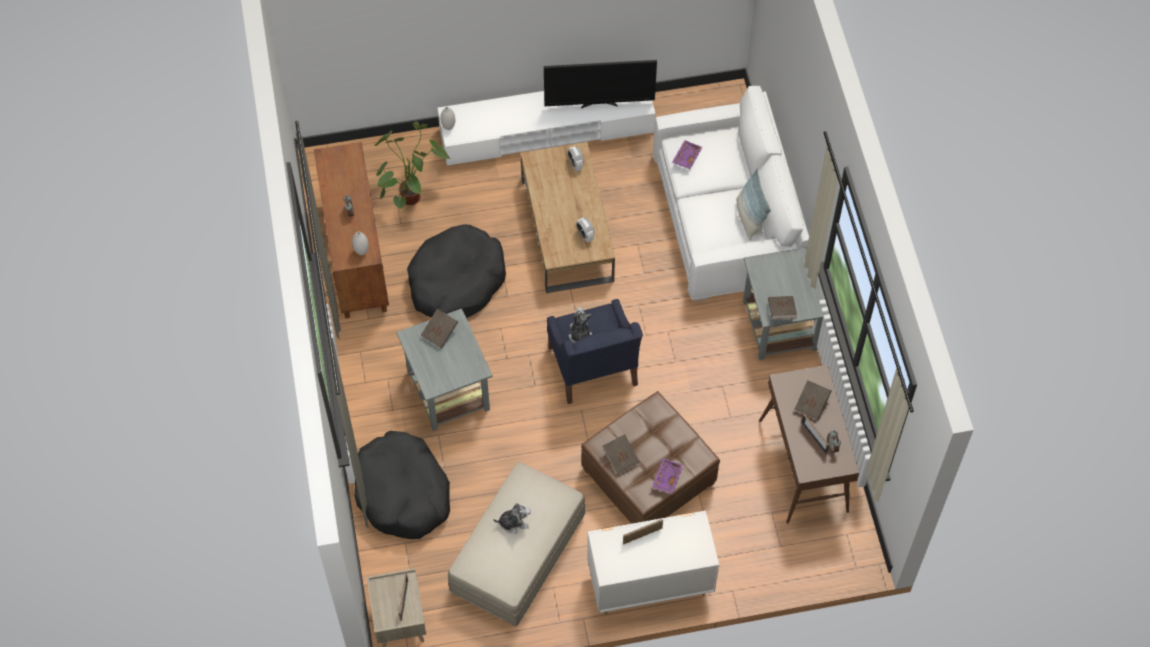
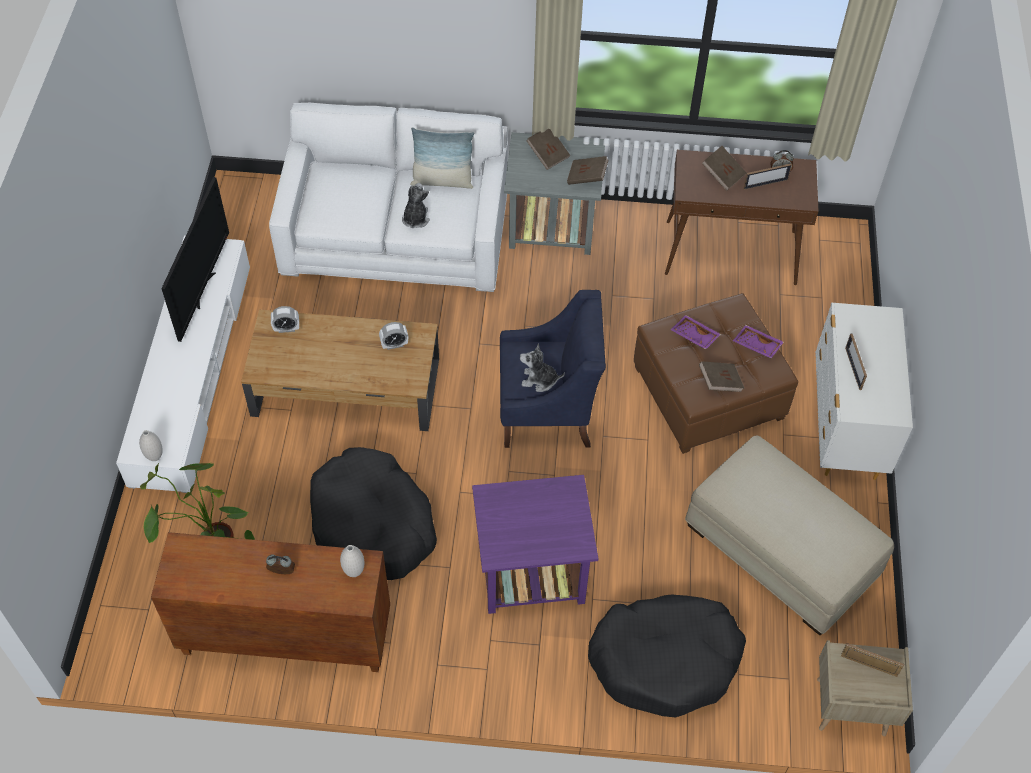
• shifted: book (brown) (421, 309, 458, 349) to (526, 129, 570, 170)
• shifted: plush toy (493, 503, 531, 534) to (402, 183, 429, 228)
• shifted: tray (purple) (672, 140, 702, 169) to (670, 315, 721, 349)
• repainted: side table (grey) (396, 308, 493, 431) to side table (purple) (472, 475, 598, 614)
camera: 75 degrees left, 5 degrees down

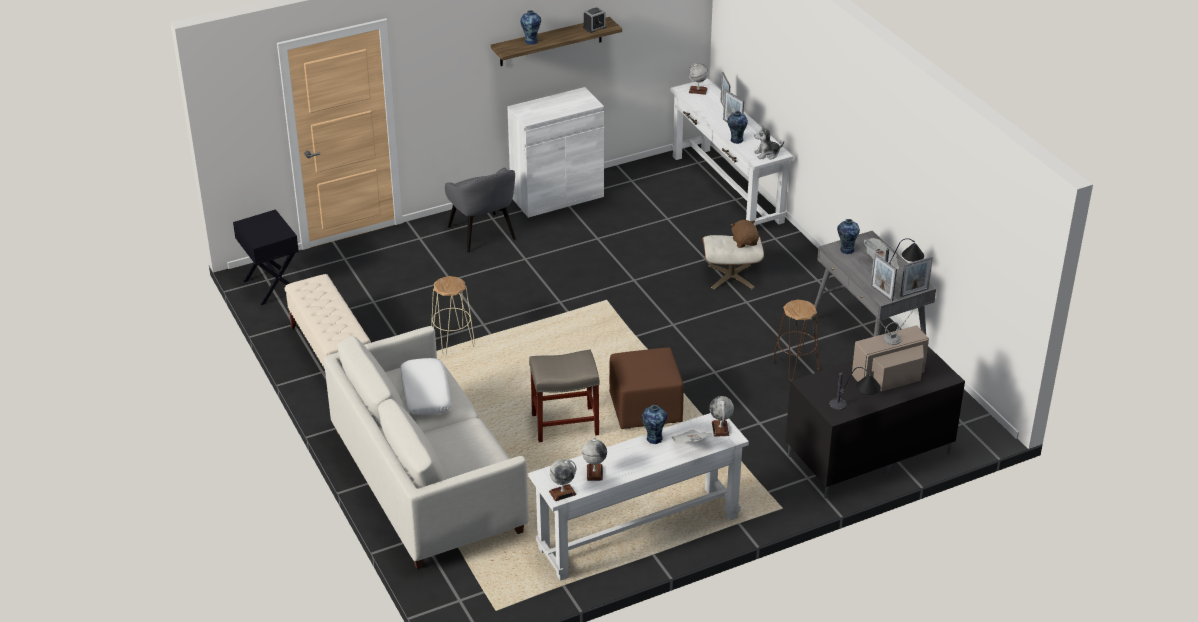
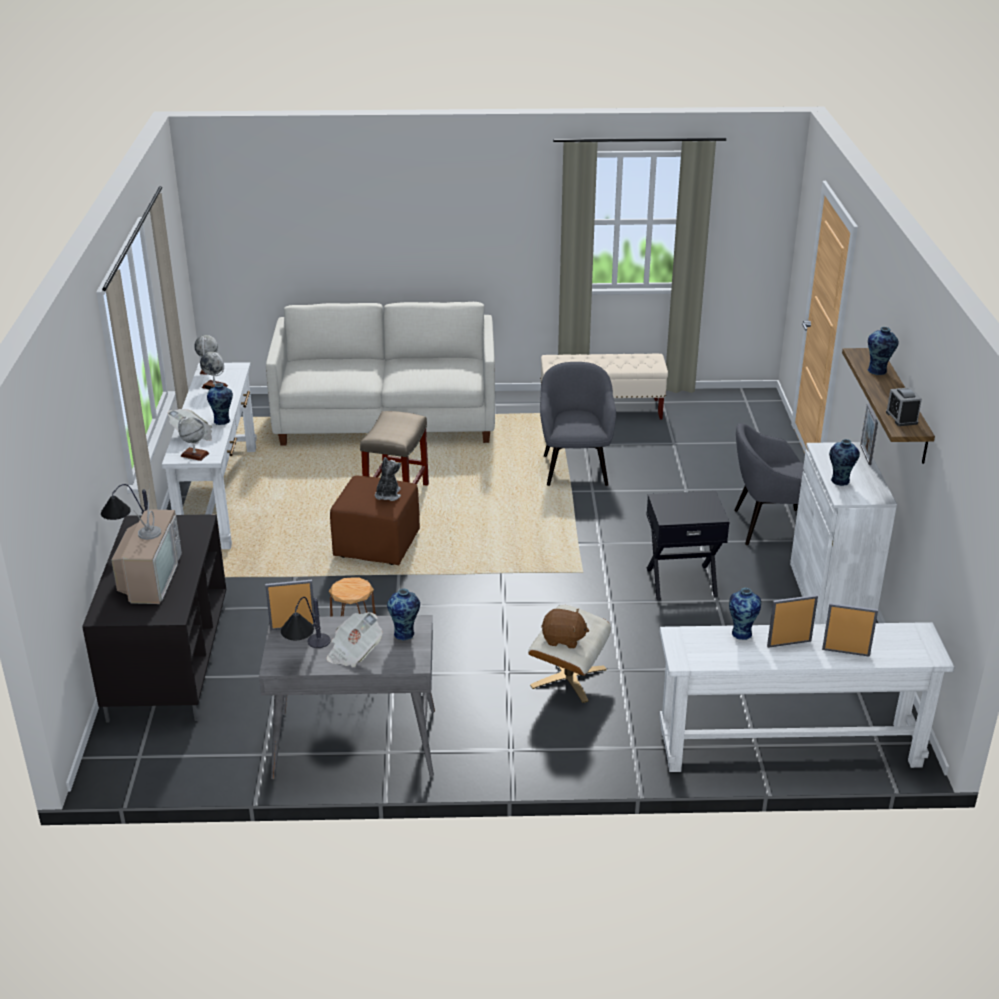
• gone: pillow (white) (400, 358, 451, 415)
• gone: globe (688, 63, 708, 95)
• new: vase (829, 439, 860, 486)
• shifted: side table (black) (233, 209, 299, 306) to (646, 491, 730, 601)
• shifted: plush toy (754, 125, 784, 159) to (375, 457, 401, 501)
• shifted: picture frame (900, 257, 933, 297) to (860, 404, 878, 465)
• swapped: stool (beige) (431, 276, 475, 356) to armchair (grey) (540, 362, 616, 486)
camera: 115 degrees right, 5 degrees down

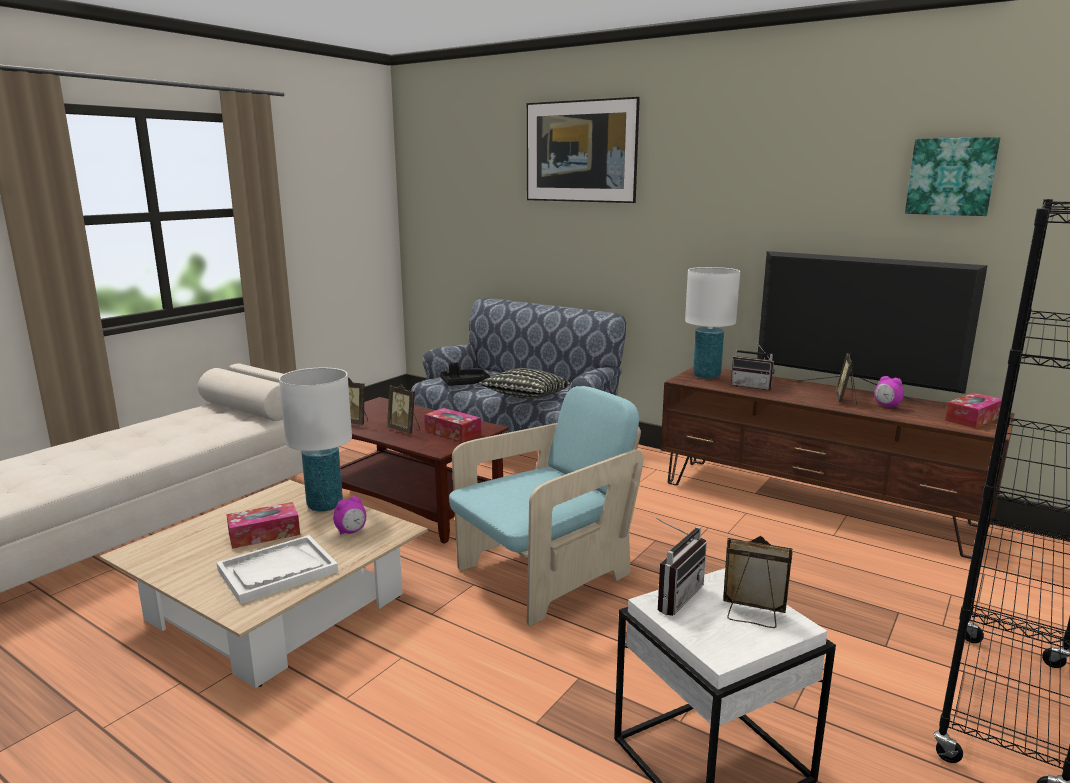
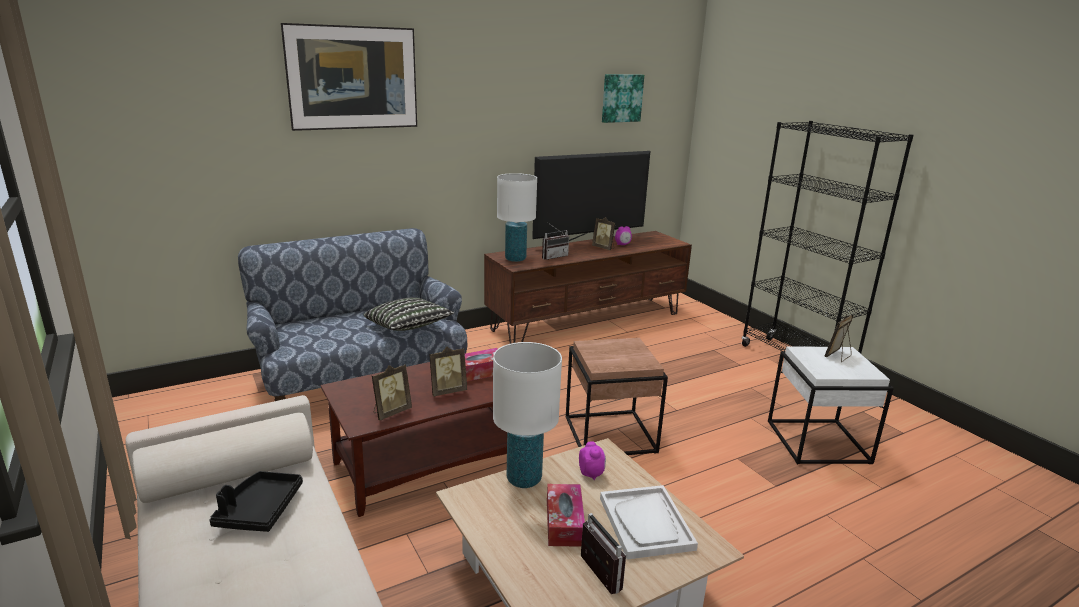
• gone: tissue box (945, 393, 1002, 428)
• shifted: tray (black) (440, 363, 490, 386) to (209, 471, 303, 532)
• shifted: radio (656, 518, 707, 616) to (581, 513, 626, 594)
• swapped: armchair (turquoise) (449, 386, 644, 626) to side table (brown) (566, 338, 668, 455)
camera: 65 degrees left, 5 degrees up

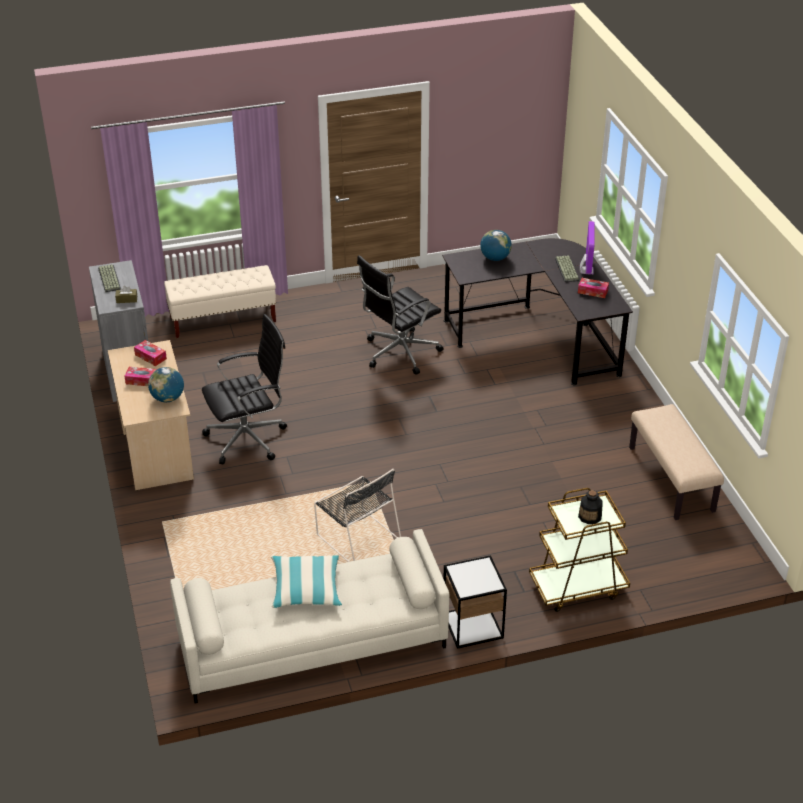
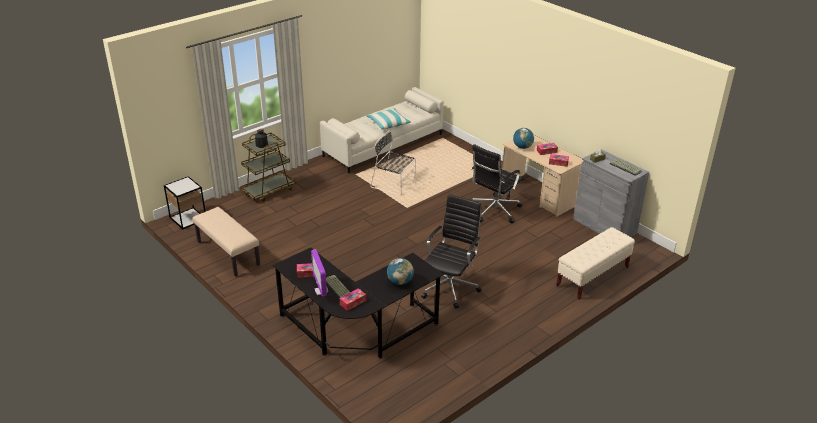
• new: tissue box (340, 288, 367, 311)
• shifted: side table (443, 555, 507, 649) to (164, 176, 206, 230)
camera: 155 degrees right, 5 degrees down

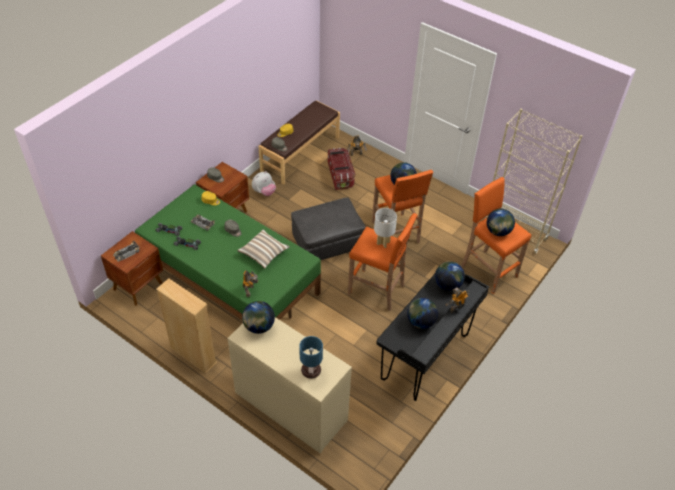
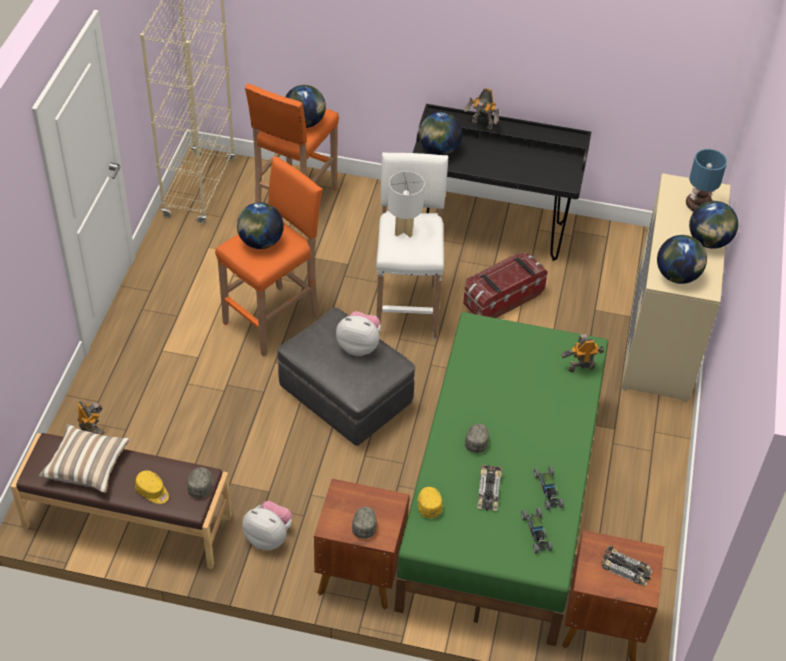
• gone: bookcase (beige) (156, 278, 217, 374)
• new: plush toy (336, 311, 381, 356)
• shifted: pillow (237, 229, 290, 269) to (39, 424, 130, 493)
• shifted: storage box (328, 148, 355, 190) to (463, 253, 548, 318)
• shifted: globe (407, 298, 438, 329) to (689, 201, 738, 249)
• repainted: stool (orange) (348, 213, 418, 310) to stool (white) (376, 152, 448, 339)
camera: 115 degrees left, 0 degrees up

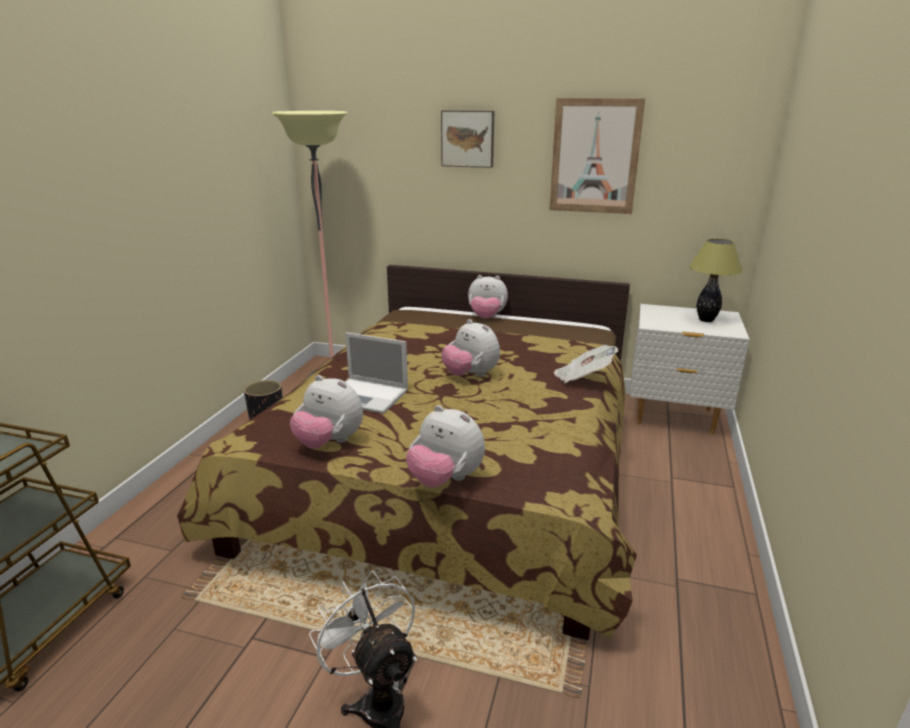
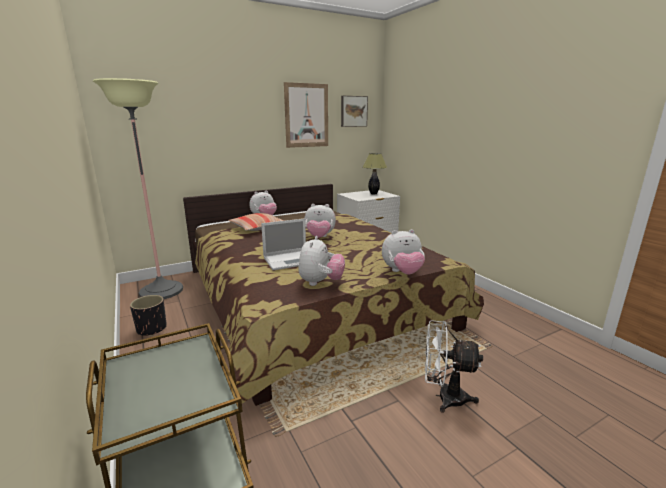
• gone: newspaper (554, 345, 618, 383)
• new: pillow (228, 213, 284, 231)
• shifted: picture (441, 110, 494, 168) to (341, 96, 368, 127)
• rotated: plush toy (290, 375, 363, 449) = (298, 236, 345, 286) 60 degrees counterclockwise
camera: 45 degrees left, 5 degrees down

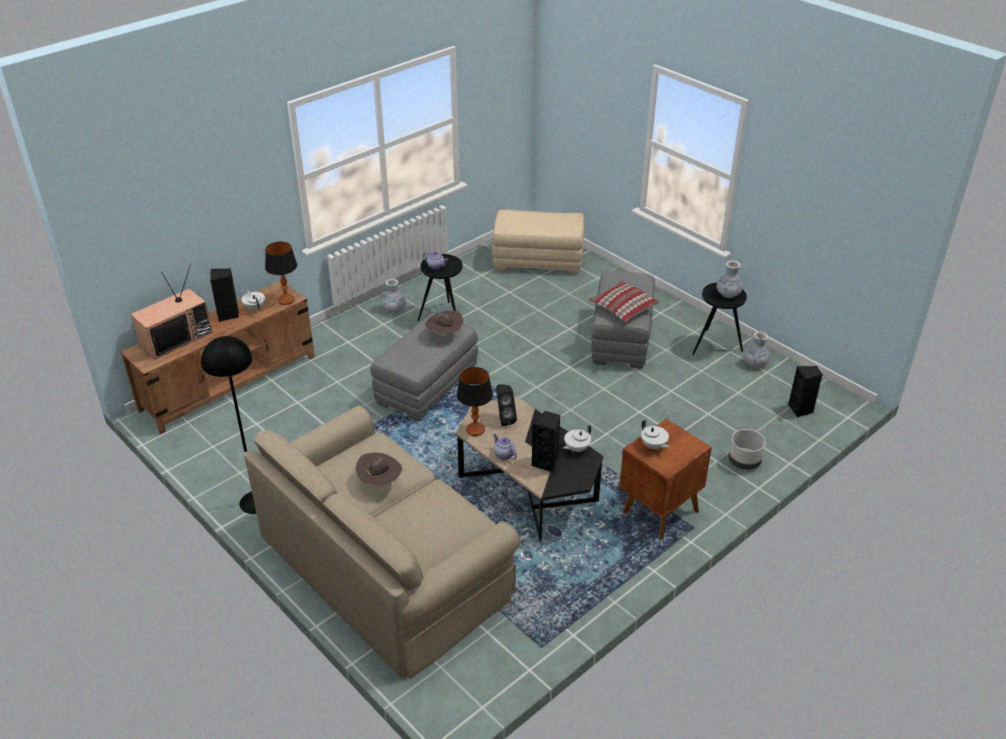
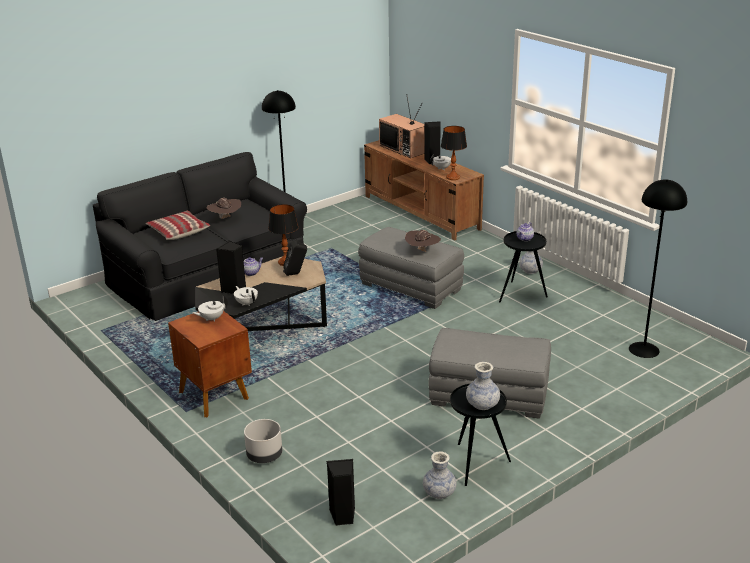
• shifted: pillow (589, 281, 660, 322) to (146, 211, 210, 240)
• swapped: ottoman (beige) (493, 209, 584, 274) to floor lamp (black) (629, 179, 687, 358)
• repainted: sofa (beige) (244, 405, 520, 678) to sofa (black) (93, 152, 307, 321)
camera: 95 degrees right, 10 degrees down

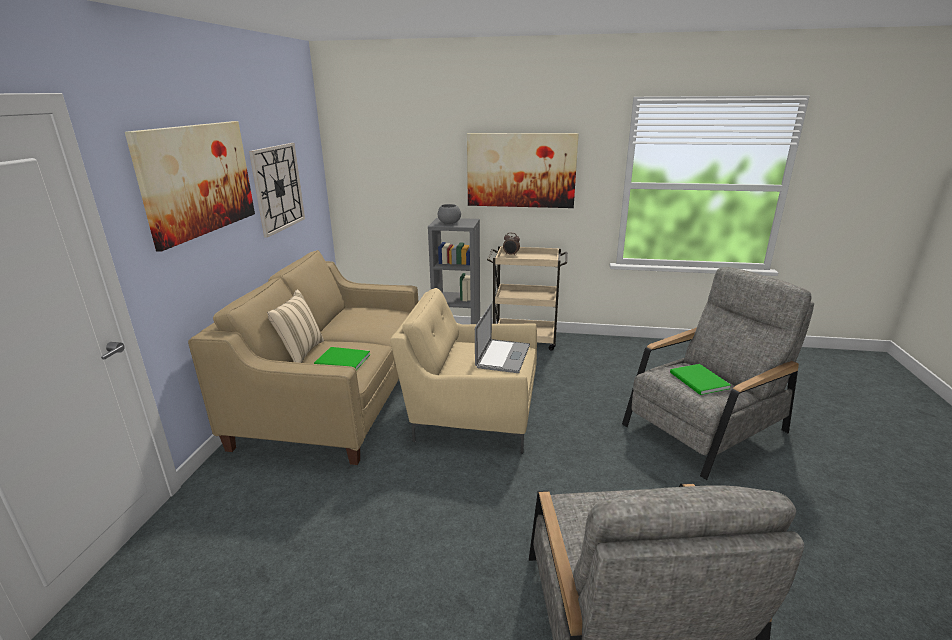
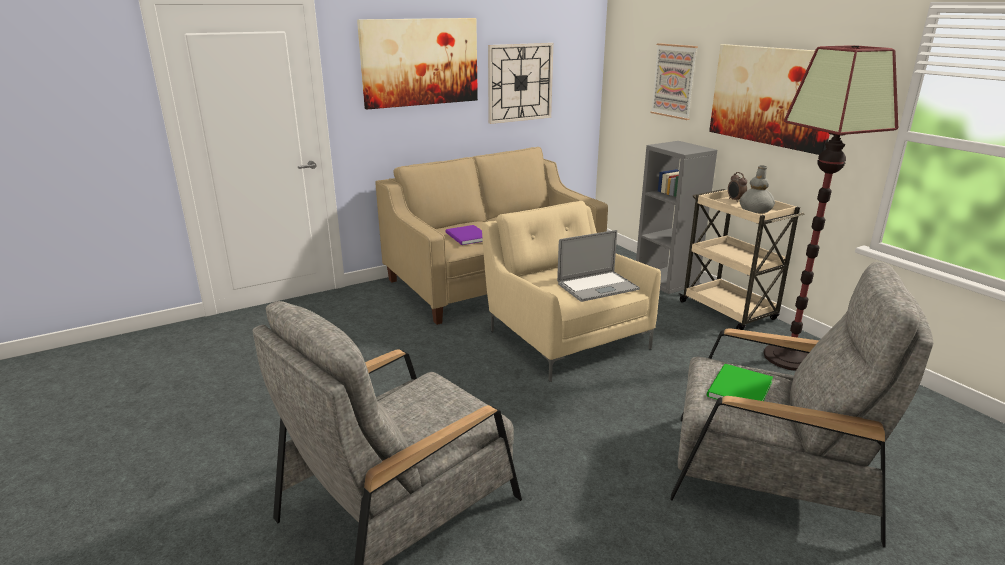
• gone: pillow (beige) (267, 289, 324, 363)
• gone: bowl (grey) (438, 204, 461, 224)
• new: picture (650, 43, 698, 120)
• new: vase (grey) (740, 165, 775, 213)
• new: floor lamp (764, 45, 898, 371)
• repainted: book (green) (314, 347, 370, 371) to book (purple) (446, 225, 483, 245)
camera: 50 degrees right, 0 degrees up

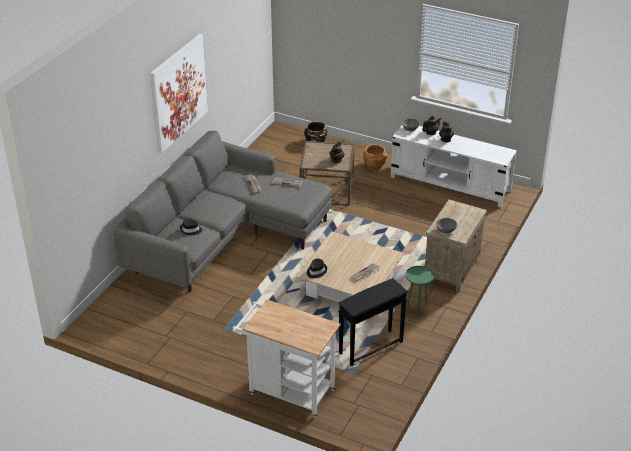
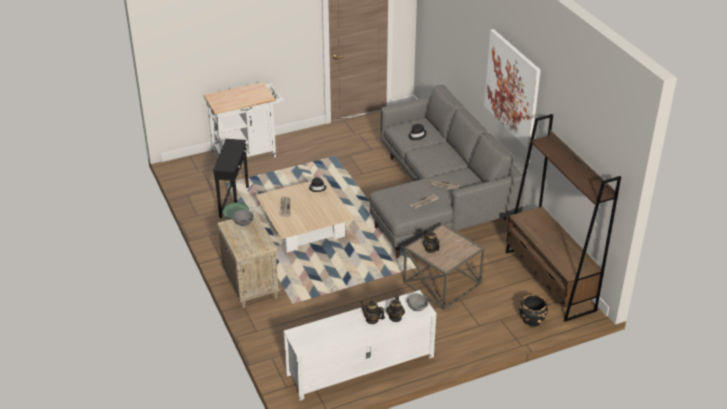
• gone: planter (brown) (363, 144, 387, 171)
• new: bookcase (brown) (506, 114, 621, 322)
camera: 130 degrees right, 0 degrees up

